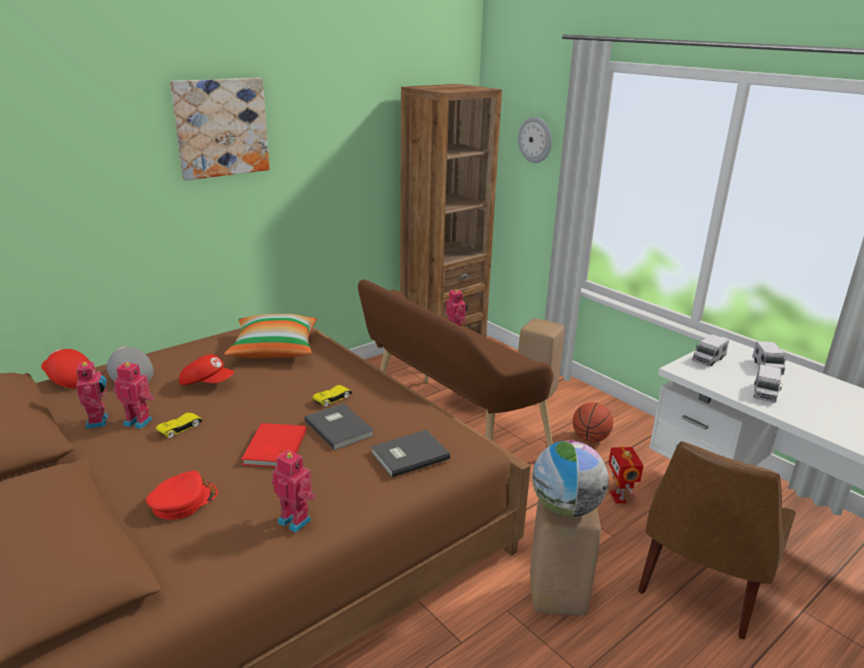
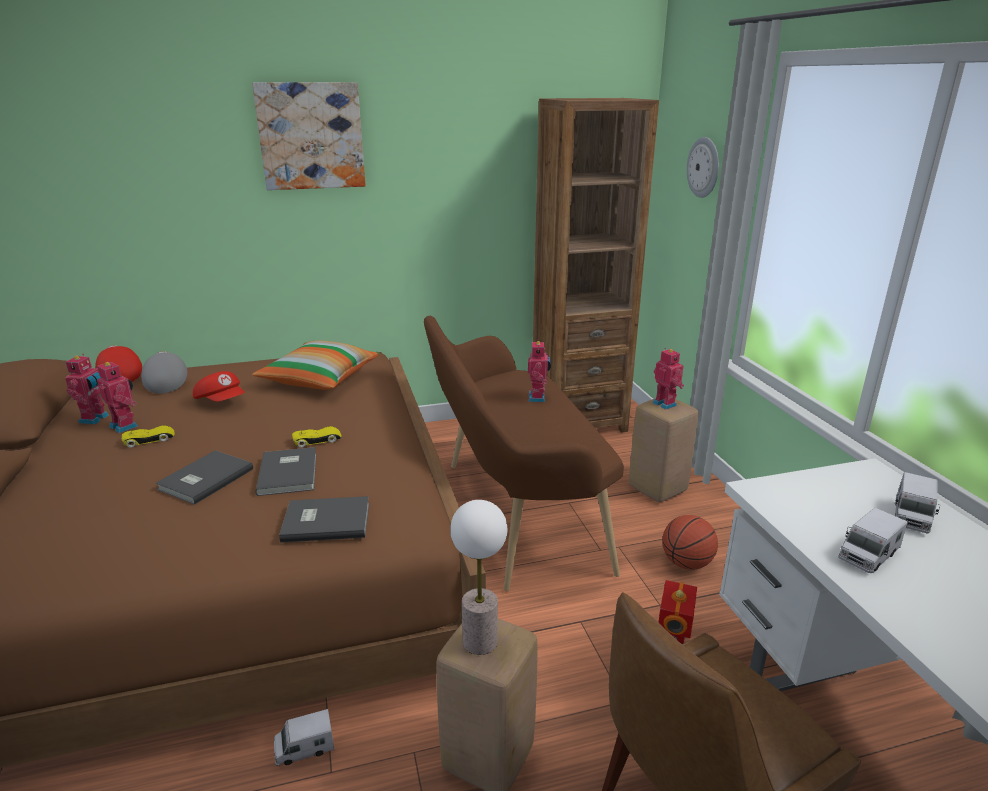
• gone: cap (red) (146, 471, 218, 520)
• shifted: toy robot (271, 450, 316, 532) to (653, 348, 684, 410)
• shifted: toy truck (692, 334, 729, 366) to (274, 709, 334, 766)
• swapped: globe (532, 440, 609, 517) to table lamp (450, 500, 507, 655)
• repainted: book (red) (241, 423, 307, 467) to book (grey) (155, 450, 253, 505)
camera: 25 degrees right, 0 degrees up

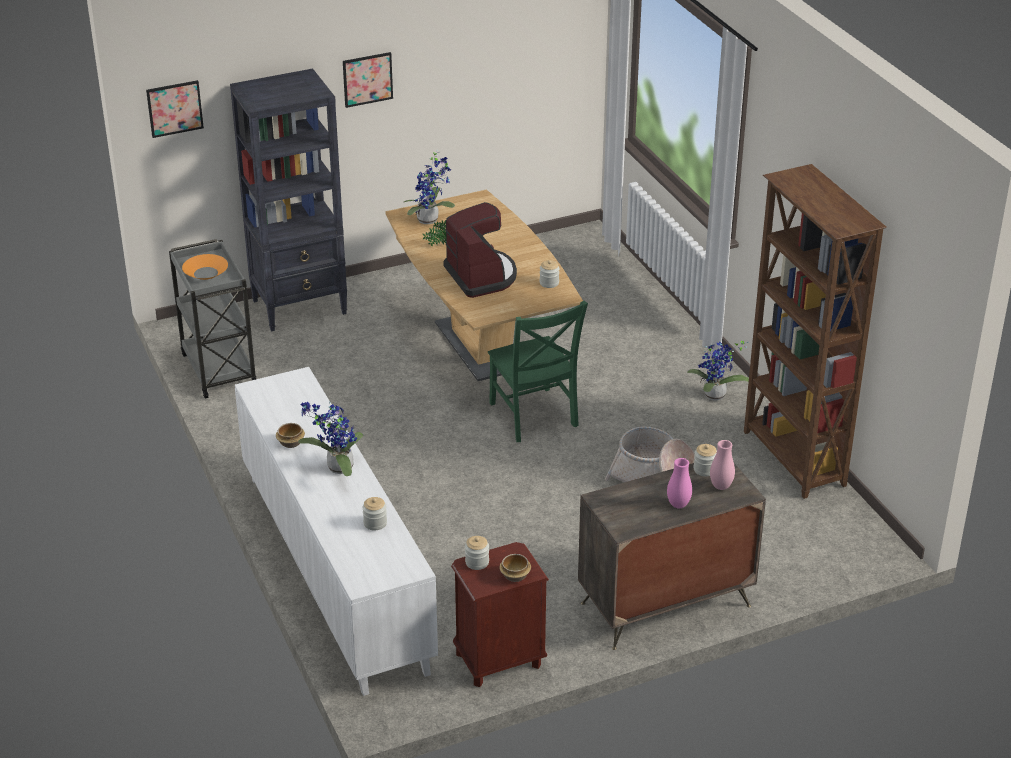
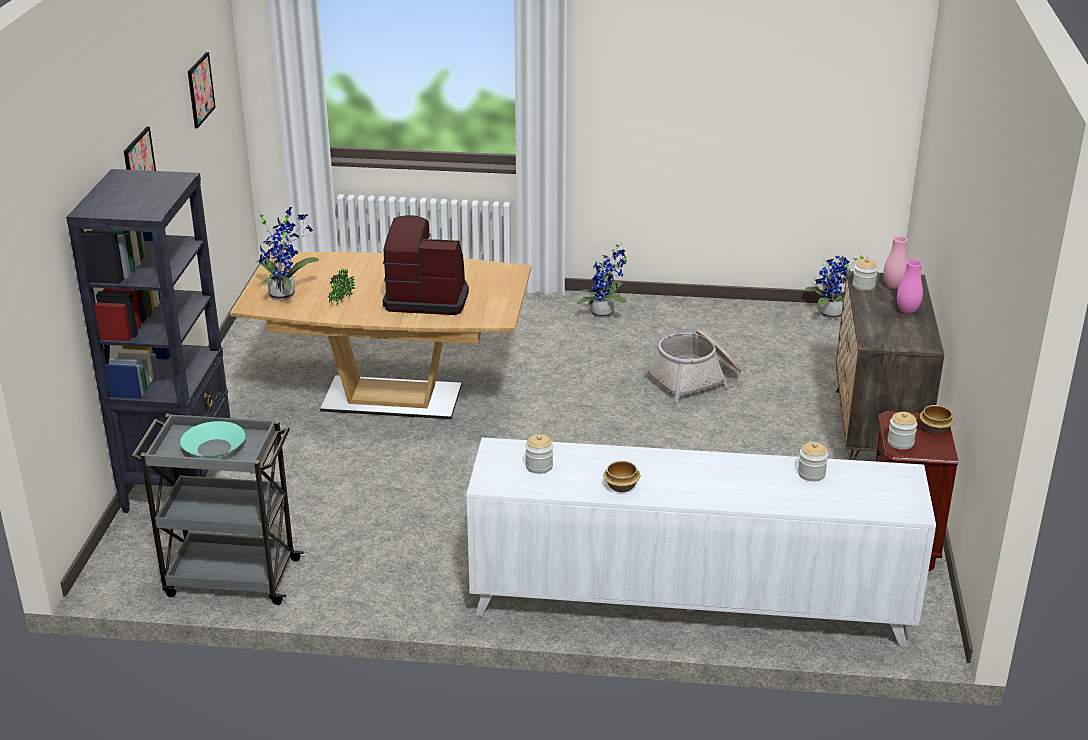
• gone: chair (green) (488, 301, 588, 442)
• gone: bookcase (brown) (744, 164, 887, 499)
• shifted: picture (146, 80, 204, 138) to (188, 52, 216, 128)
• shifted: potted plant (298, 401, 363, 476) to (805, 256, 868, 319)
• shifted: jar (540, 260, 560, 288) to (525, 434, 553, 474)
• repainted: bowl (orange) (182, 254, 228, 280) to bowl (turquoise) (180, 421, 245, 458)
camera: 60 degrees left, 5 degrees down

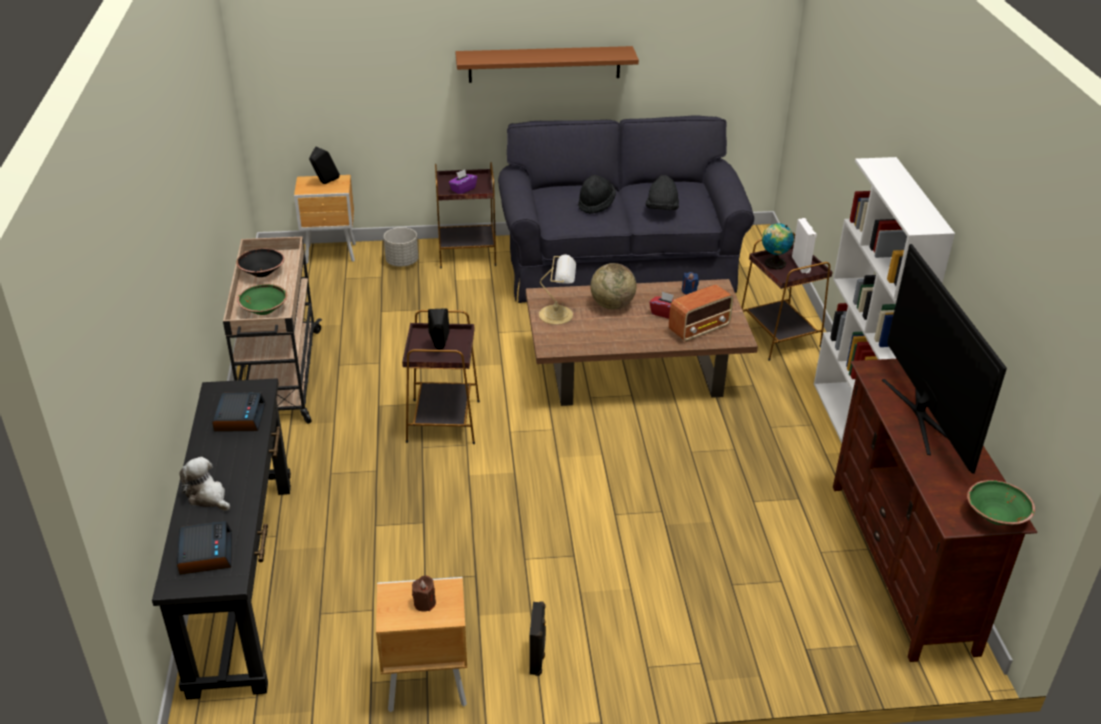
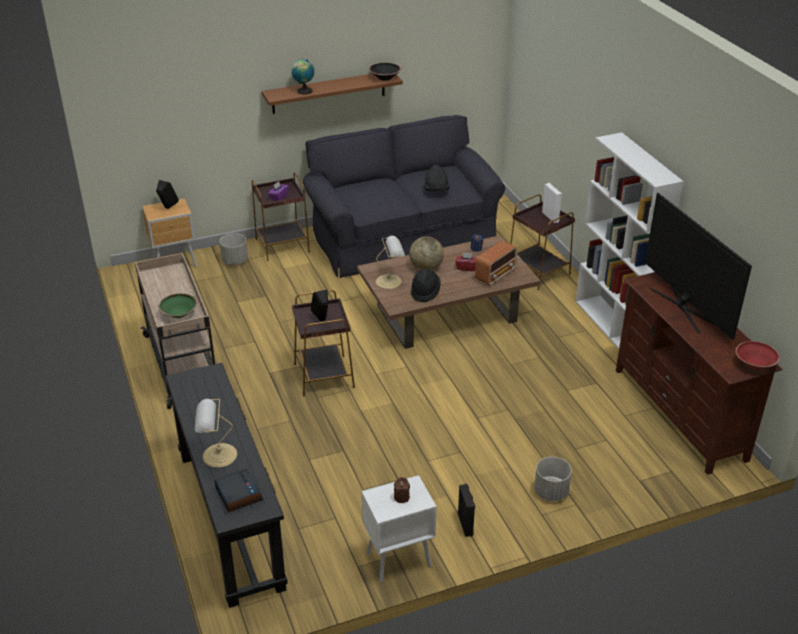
• gone: alarm clock (212, 392, 265, 432)
• new: planter (grey) (534, 457, 572, 501)
• shifted: bowl (black) (236, 248, 284, 277) to (369, 63, 401, 81)
• shifted: hat (black) (578, 175, 616, 214) to (411, 269, 441, 303)
• shifted: globe (762, 223, 794, 269) to (291, 59, 314, 94)
• swapped: plush toy (179, 457, 230, 511) to table lamp (195, 399, 237, 468)
• repainted: nightstand (brown) (376, 577, 467, 712) to nightstand (white) (362, 475, 437, 583)
• repainted: bowl (green) (967, 480, 1035, 525) to bowl (red) (735, 341, 780, 369)
camera: 15 degrees left, 0 degrees up

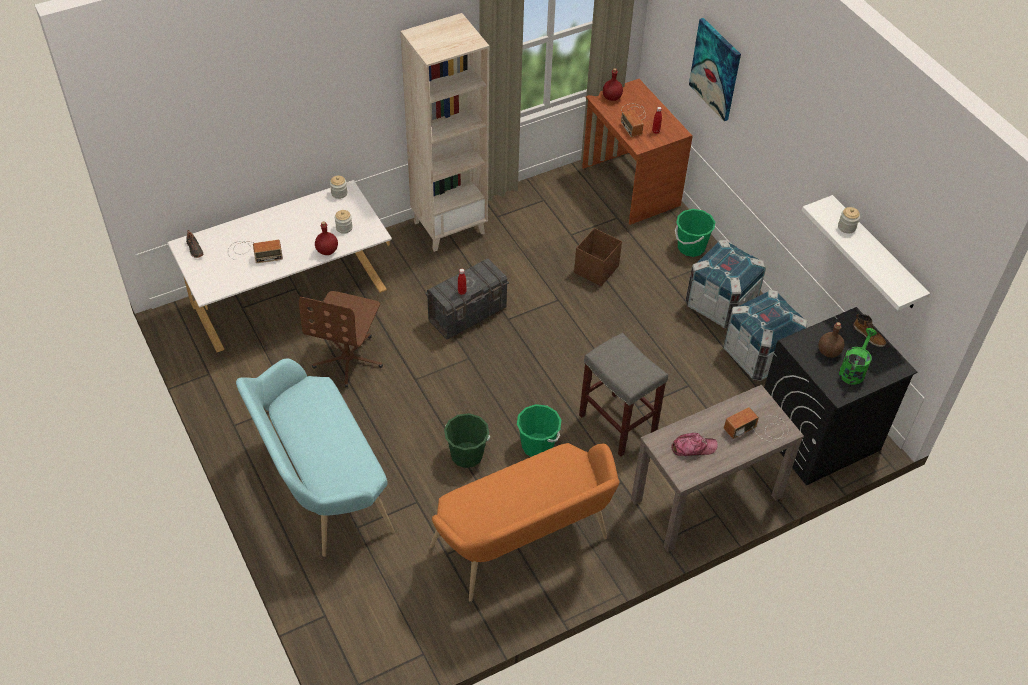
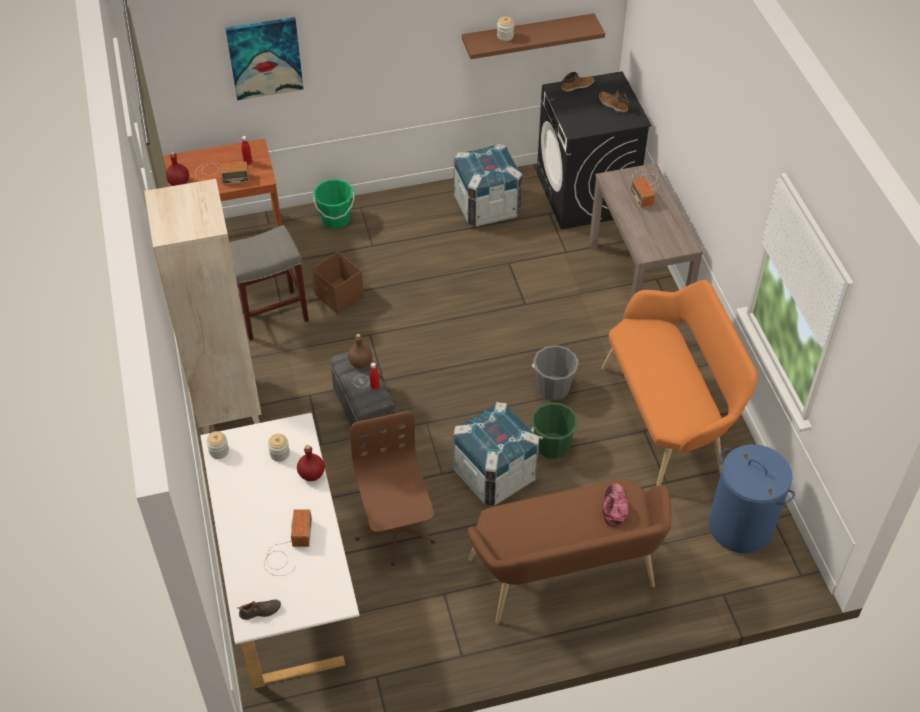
• new: laundry basket (blue) (709, 444, 795, 554)
• shifted: stool (grey) (579, 333, 668, 457) to (229, 225, 309, 340)
• shifted: cap (671, 433, 718, 456) to (602, 484, 628, 527)
• shifted: crate (686, 240, 766, 328) to (453, 402, 540, 506)
• shifted: bottle (brown) (818, 322, 844, 358) to (348, 334, 373, 368)
• swapped: watering can (green) (839, 328, 877, 385) to boot (599, 90, 629, 113)
• repainted: bench (turquoise) (236, 358, 394, 557) to bench (brown) (468, 479, 671, 624)
• repainted: bucket (green) (517, 404, 561, 457) to bucket (grey) (532, 345, 579, 400)
• repainted: shelf (white) (802, 195, 930, 311) to shelf (brown) (462, 13, 605, 59)
• rotated: office chair (brown) (299, 291, 383, 387) = (350, 411, 436, 566) 135 degrees counterclockwise
camera: 75 degrees left, 0 degrees up

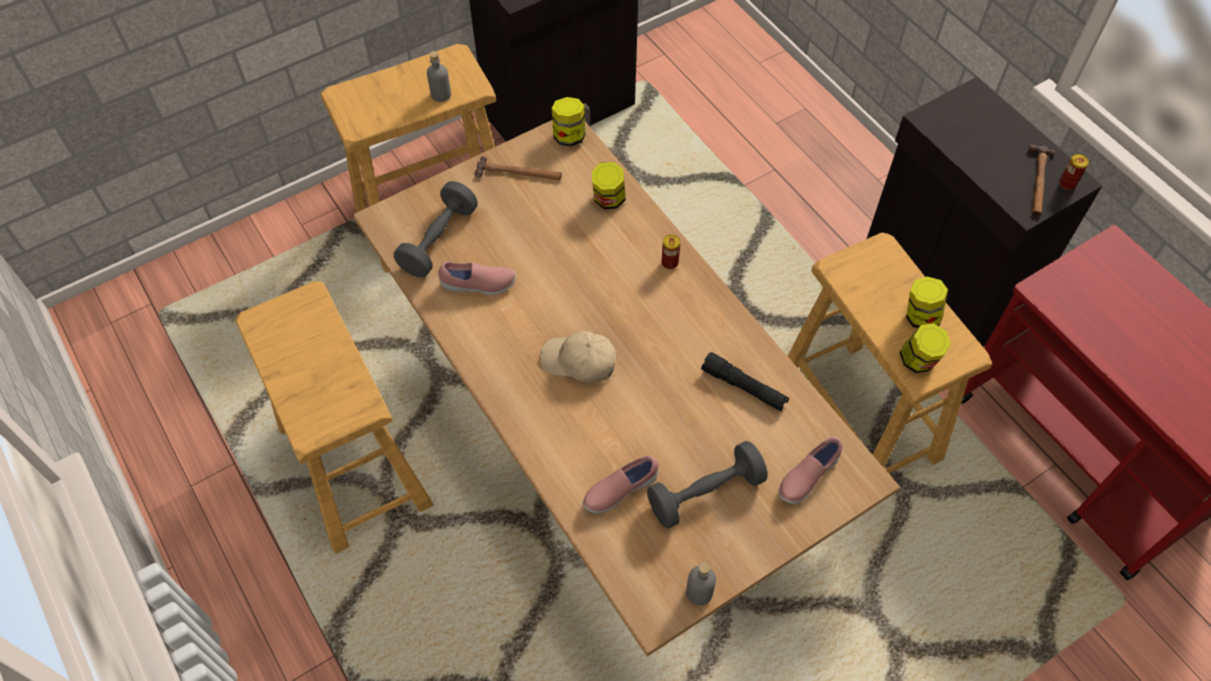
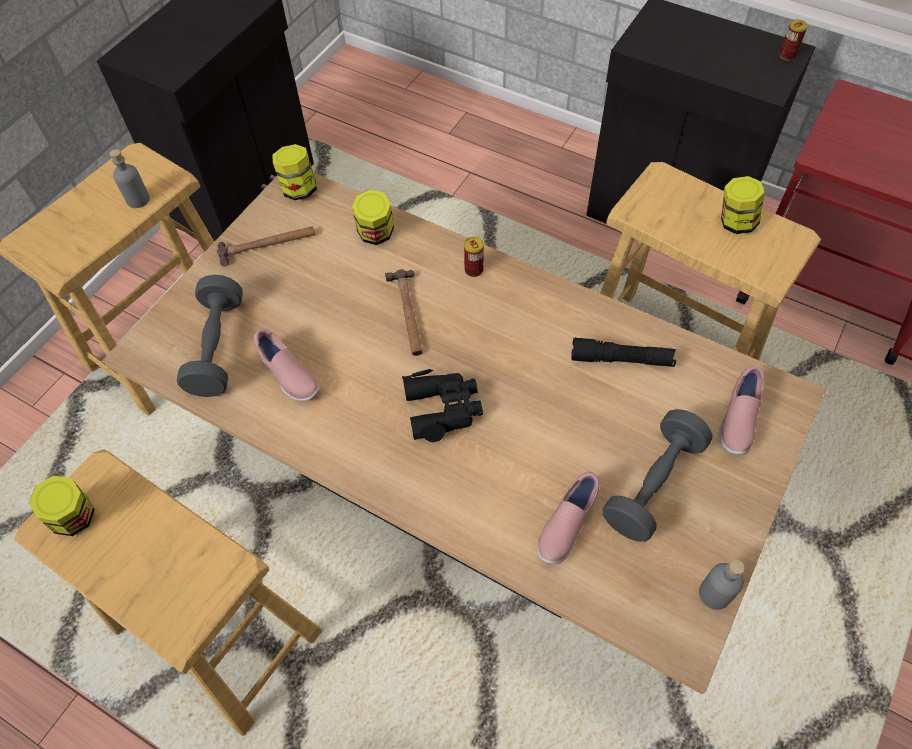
• shifted: jar (899, 323, 951, 373) to (29, 476, 95, 536)
• shifted: hammer (1028, 144, 1055, 216) to (385, 269, 423, 356)
• swapped: cap (beige) (540, 330, 617, 383) to binoculars (black) (402, 369, 483, 442)
• rotated: shoe (pink) (438, 262, 516, 295) = (254, 329, 320, 401) 75 degrees clockwise
camera: 25 degrees left, 0 degrees up

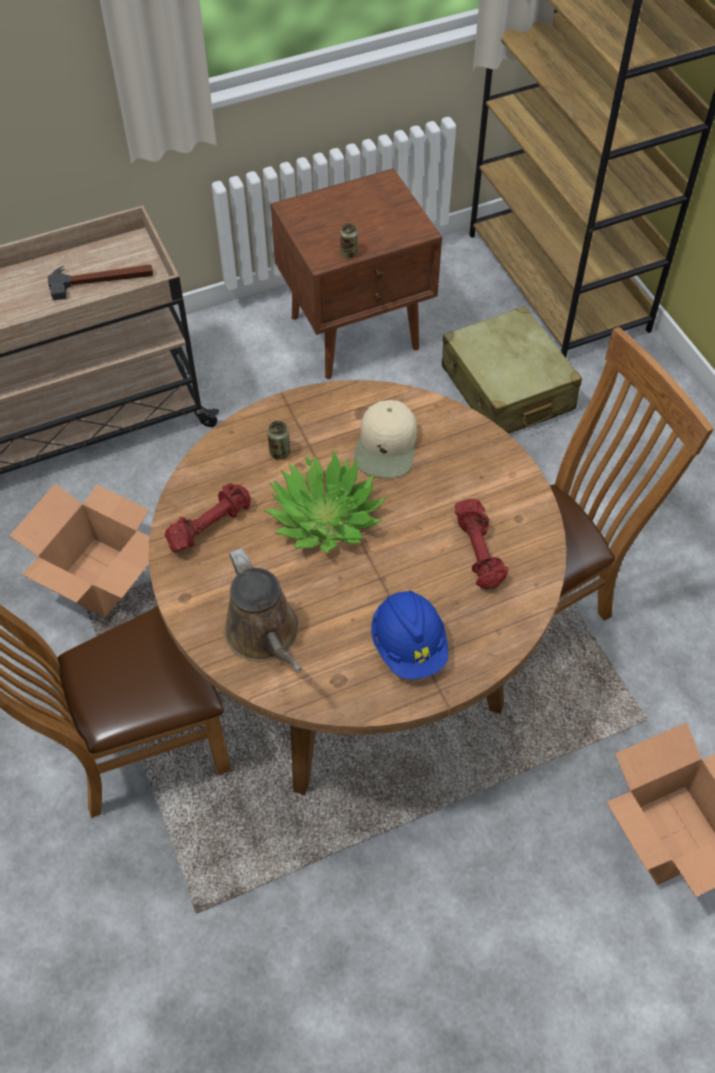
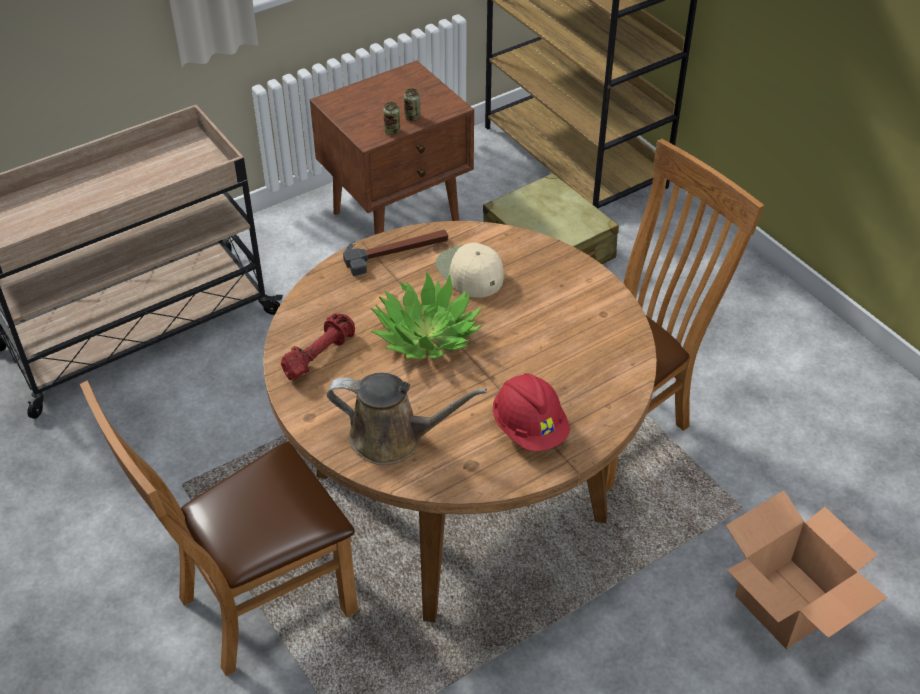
• gone: cardboard box (9, 484, 150, 617)
• gone: dumbbell (red) (455, 499, 508, 589)
• shifted: hammer (48, 264, 153, 300) to (343, 229, 448, 276)
• shifted: can (267, 421, 290, 460) to (404, 88, 420, 121)
• repainted: hard hat (blue) (371, 590, 448, 679) to hard hat (red) (493, 373, 570, 451)
• rotated: watering can (brown) (224, 548, 301, 672) = (327, 373, 487, 465) 45 degrees counterclockwise
• rotated: cap (beige) (354, 400, 417, 478) = (436, 242, 504, 298) 150 degrees clockwise
camera: 10 degrees left, 10 degrees down

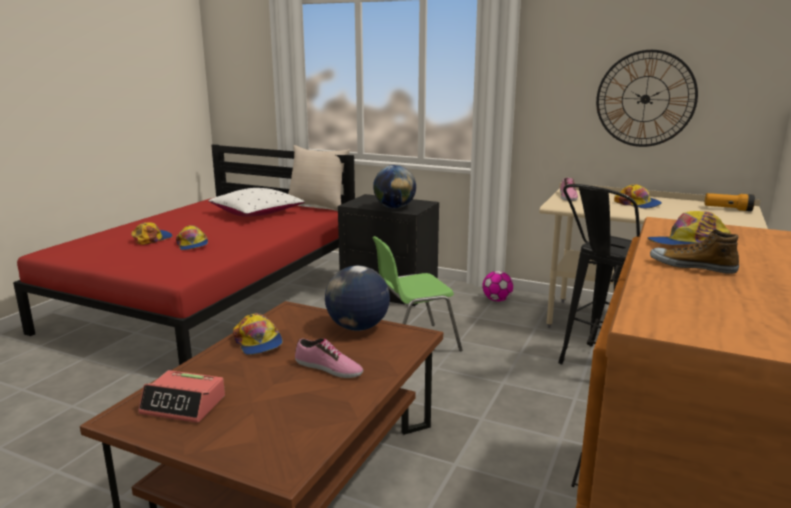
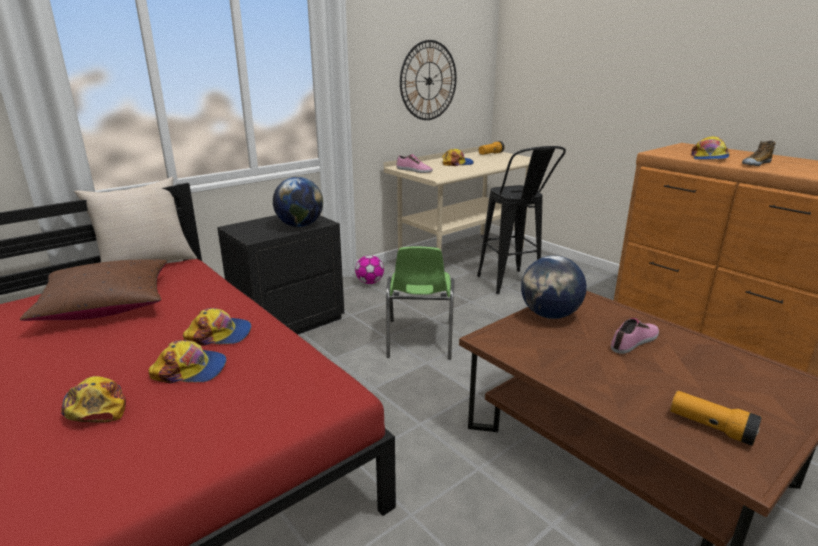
• shifted: cap (233, 313, 283, 355) to (183, 308, 251, 346)
• swapped: alarm clock (138, 370, 225, 423) to flashlight (670, 391, 762, 446)
• repainted: pillow (white) (208, 188, 304, 216) to pillow (brown) (20, 259, 167, 321)
camera: 65 degrees left, 5 degrees up

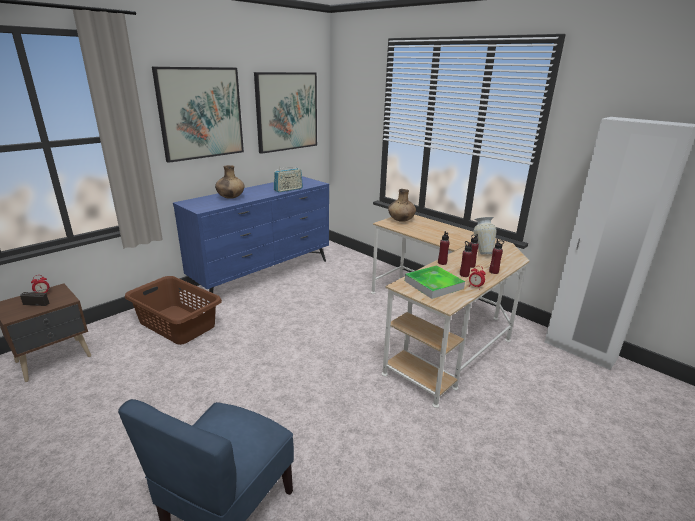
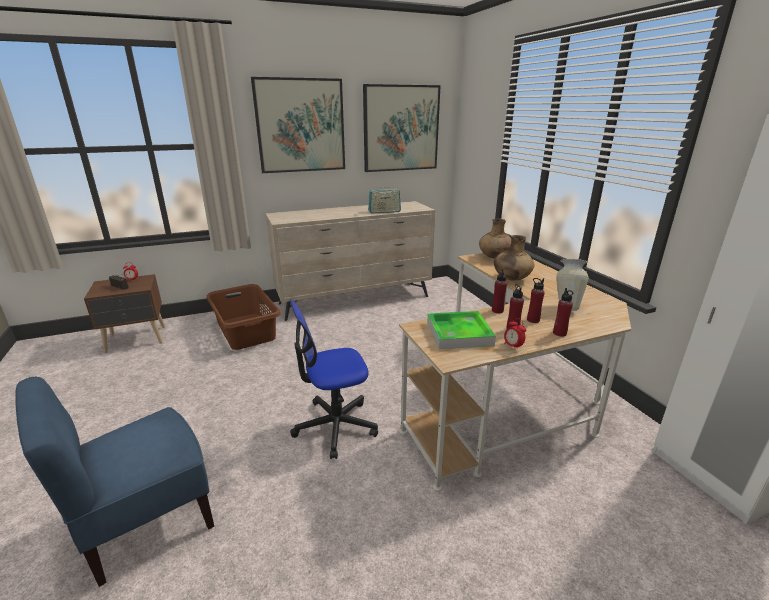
• new: office chair (290, 300, 378, 459)
• shifted: vase (brown) (215, 165, 244, 199) to (494, 235, 535, 281)
• repainted: dresser (blue) (173, 176, 329, 303) to dresser (beige) (265, 201, 435, 321)
camera: 25 degrees right, 0 degrees up

